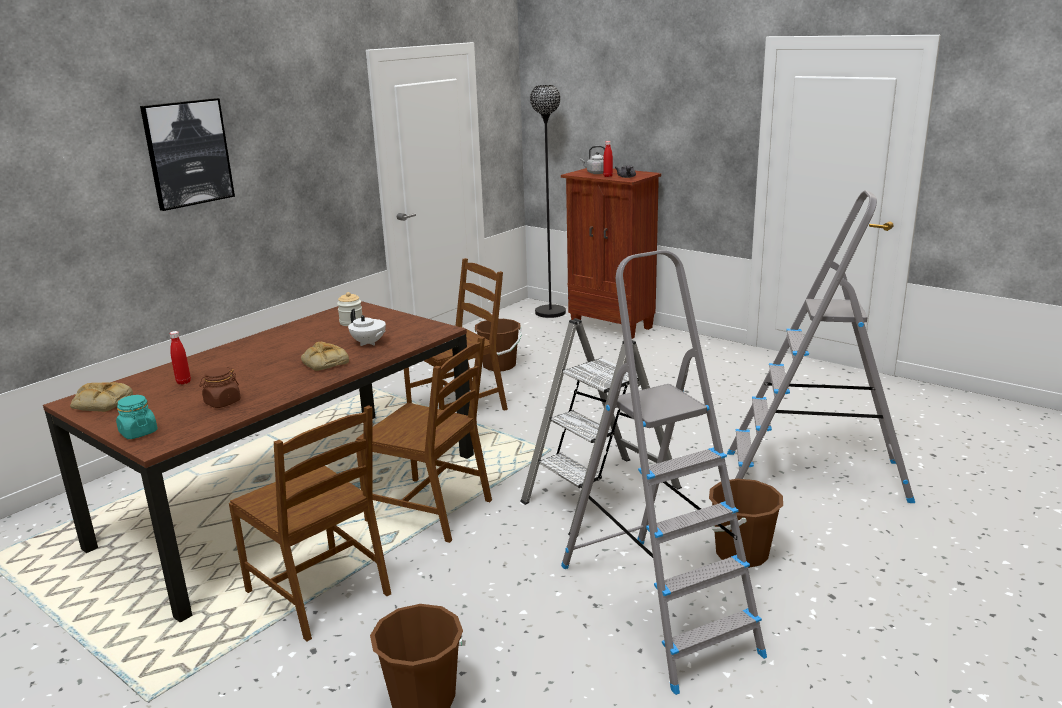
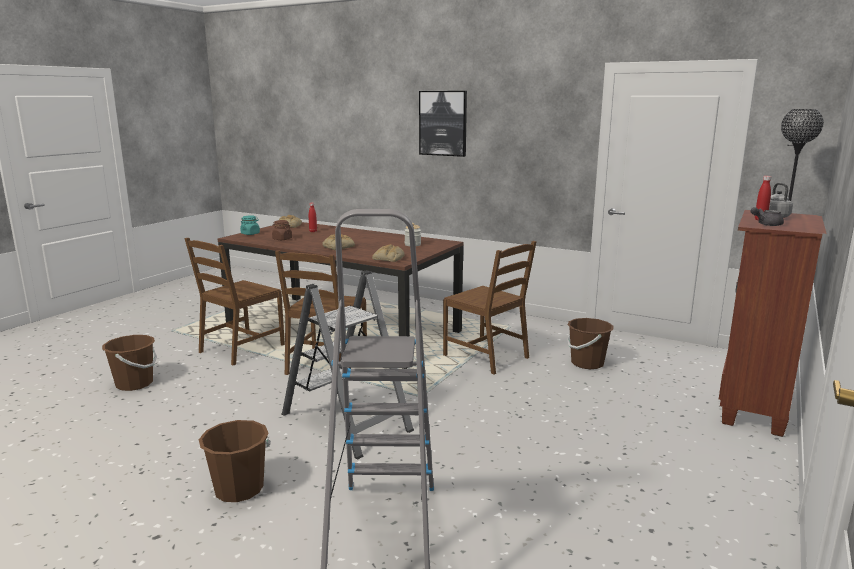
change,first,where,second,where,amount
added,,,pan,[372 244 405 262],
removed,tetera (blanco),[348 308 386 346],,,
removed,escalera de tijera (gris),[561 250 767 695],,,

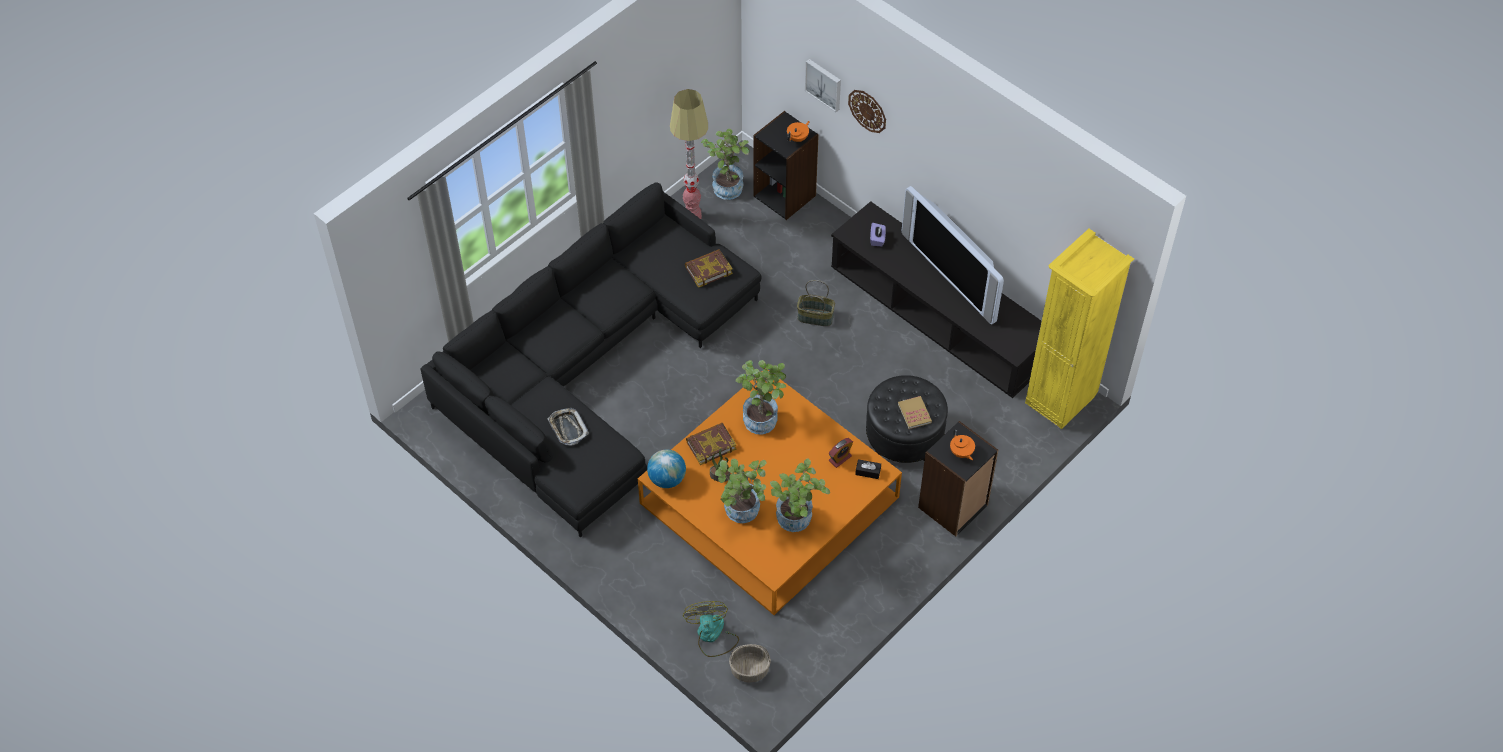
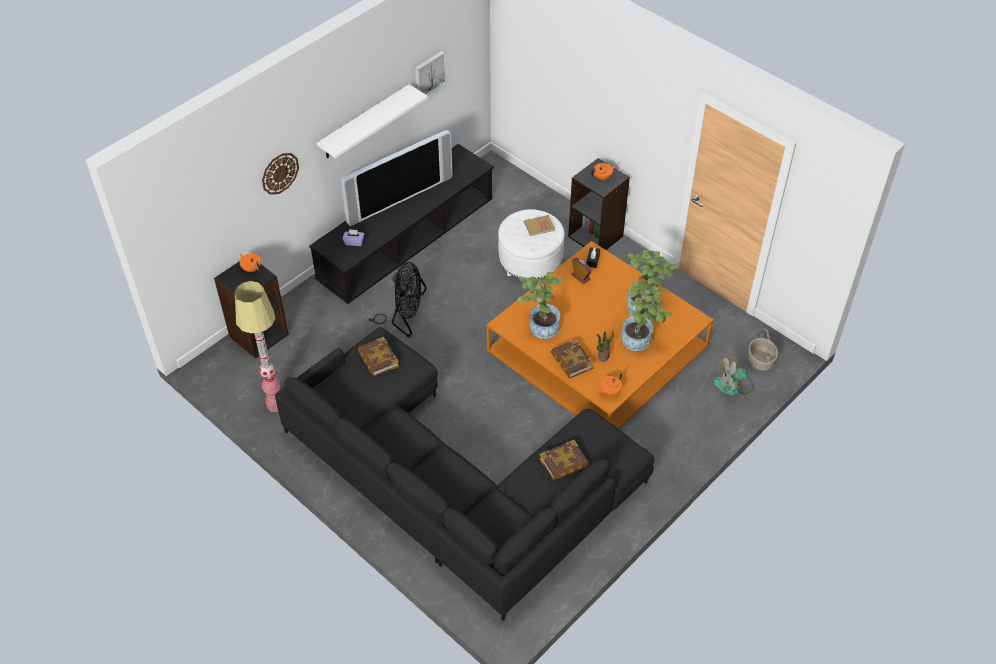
change,first,where,second,where,amount
added,,,estante (blanco),[316 84 428 158],
replaced,cesta,[797 280 835 326],ventilador (negro),[368 262 427 338],
moved,cuadro,[805 59 841 112],,[415 51 446 95],
recoloured,puf (negro),[866 375 948 463],puf (blanco),[498 209 565 279],
replaced,bandeja,[548 408 589 446],libro,[539 440 589 480],
replaced,globo terráqueo,[647 449 686 488],tetera (naranja),[599 373 622 396],
removed,planta en maceta,[701 129 750 200],,,
removed,armario (amarillo),[1025 229 1134 429],,,

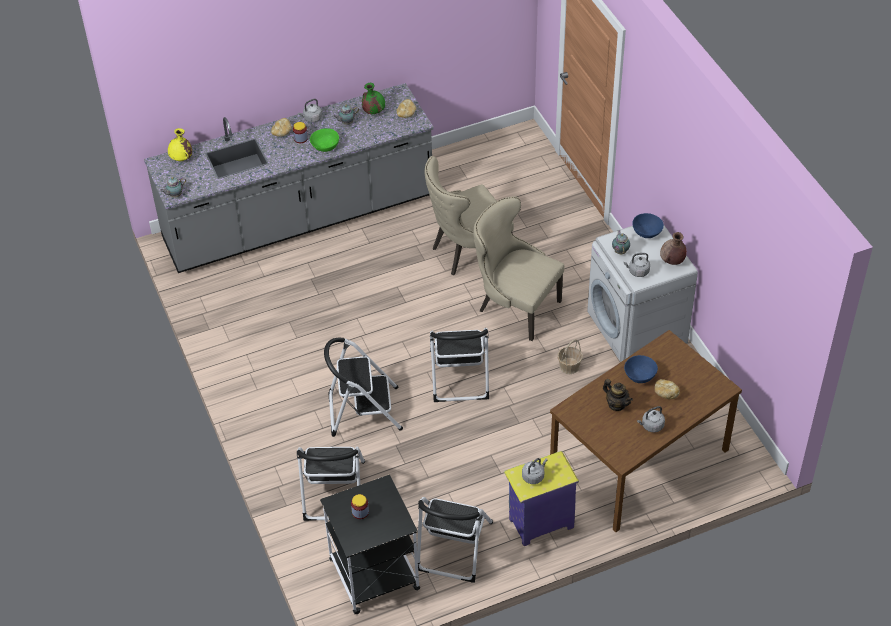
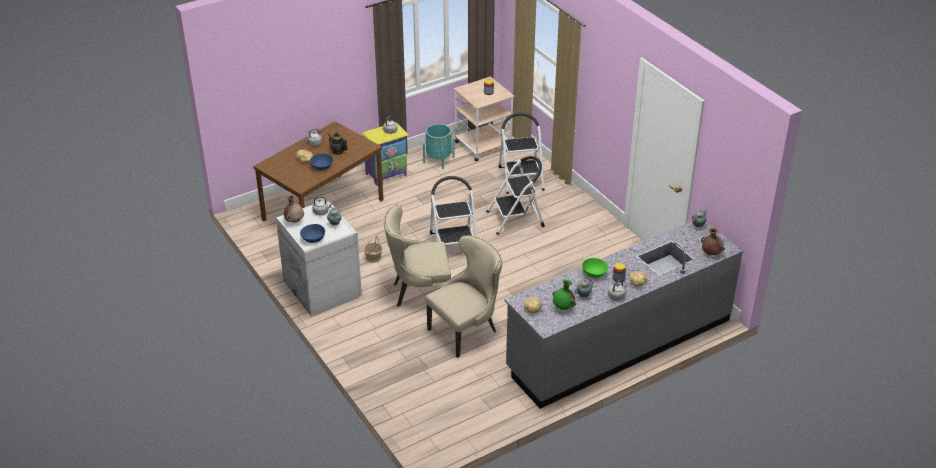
change,first,where,second,where,amount
turned,silla (beis),[473 196 564 341],,[384 204 451 307],150 degrees clockwise
replaced,escalera de tijera,[417 497 493 583],maceta (turquesa),[423 124 455 169],
recoloured,carrito (negro),[320 475 420 614],carrito (beis),[454 76 514 161],
recoloured,florero (amarillo),[168 128 192 161],florero (marrón),[701 227 725 255],

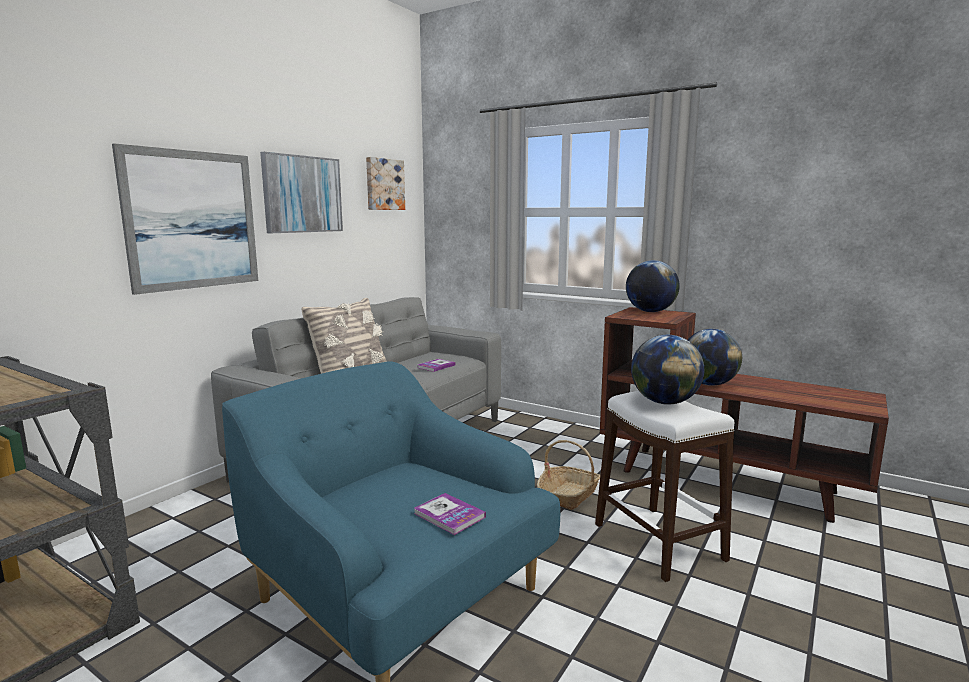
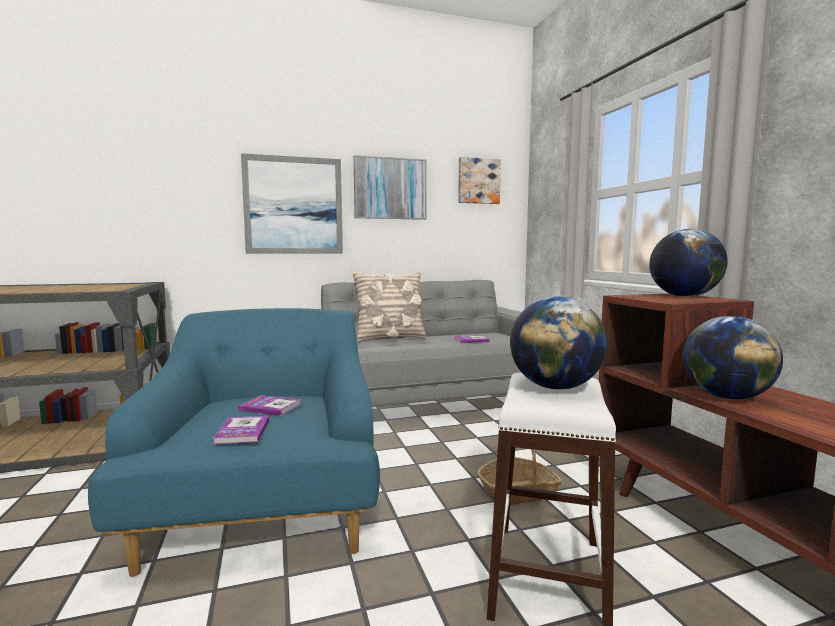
change,first,where,second,where,amount
added,,,libro,[238 395 301 416],

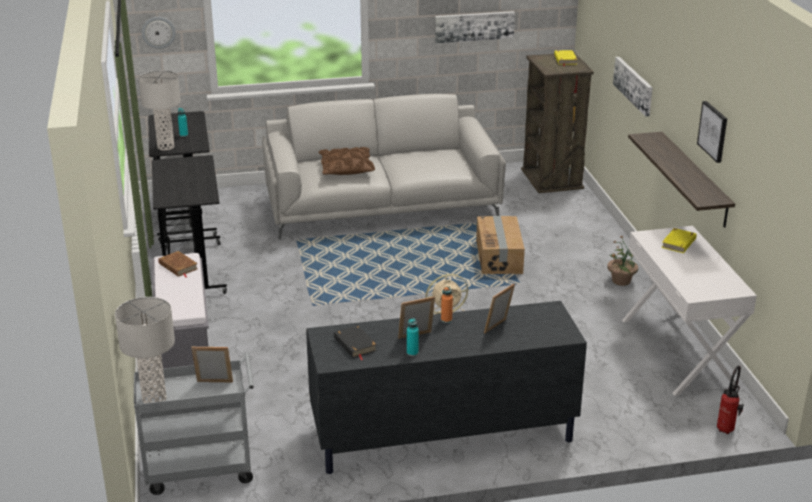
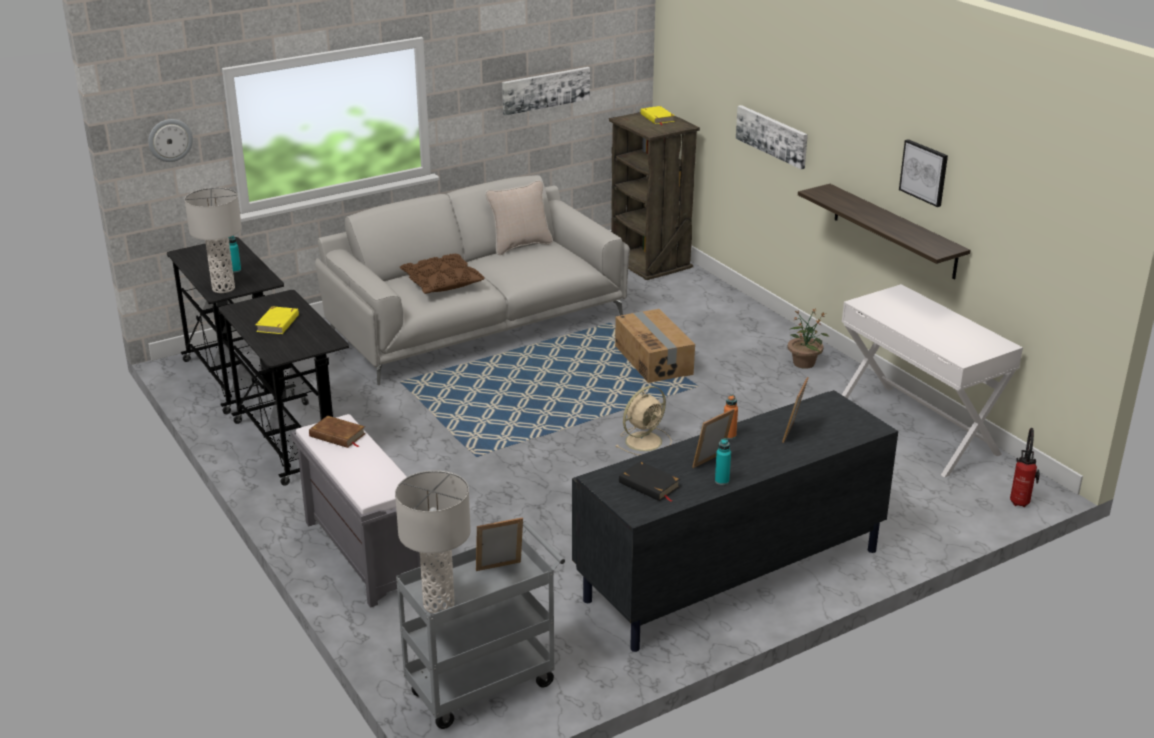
change,first,where,second,where,amount
moved,libro (amarillo),[661 228 697 253],,[256 306 299 334],
added,,,cojín (beis),[485 180 553 255],

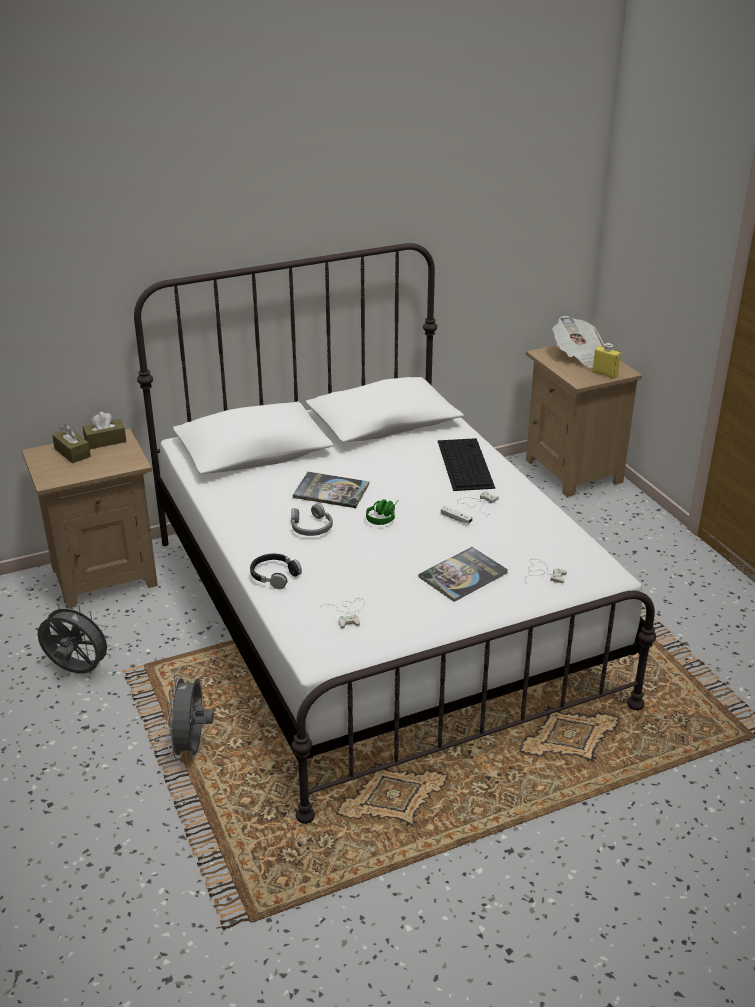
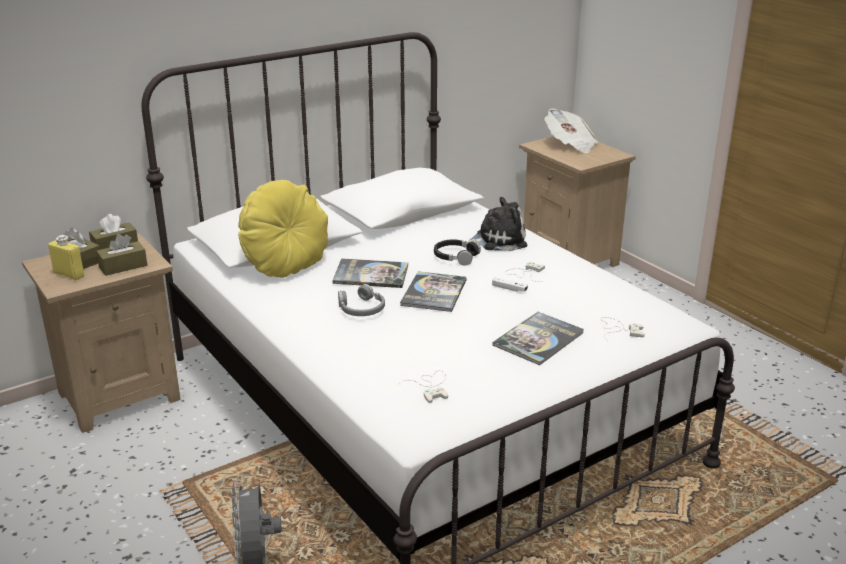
change,first,where,second,where,amount
moved,botella (amarillo),[592 343 621 379],,[48 235 84 280],
added,,,caja de pañuelos (marrón),[96 234 147 276],
added,,,cojín (amarillo),[238 180 328 278],
replaced,auriculares (verde),[366 499 399 525],libro,[400 272 467 312],
moved,auriculares (negro),[250 554 302 589],,[434 239 481 266],
replaced,teclado,[438 438 495 491],peluche,[466 197 527 251],
removed,ventilador (gris),[38 603 113 674],,,

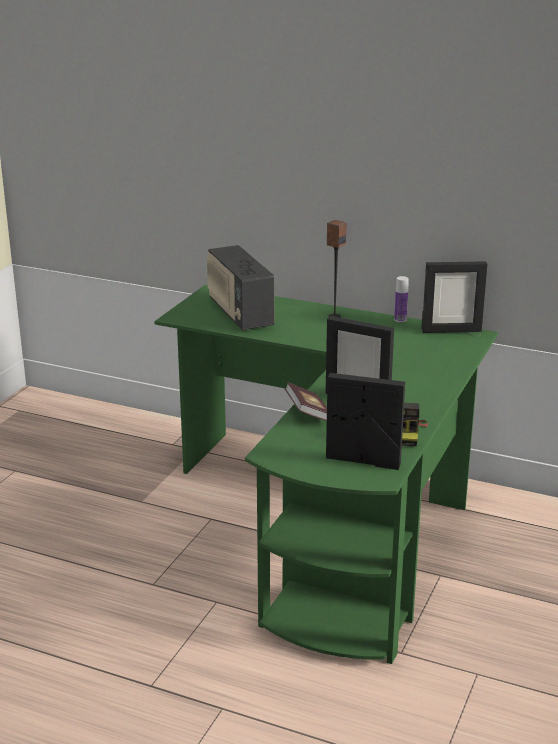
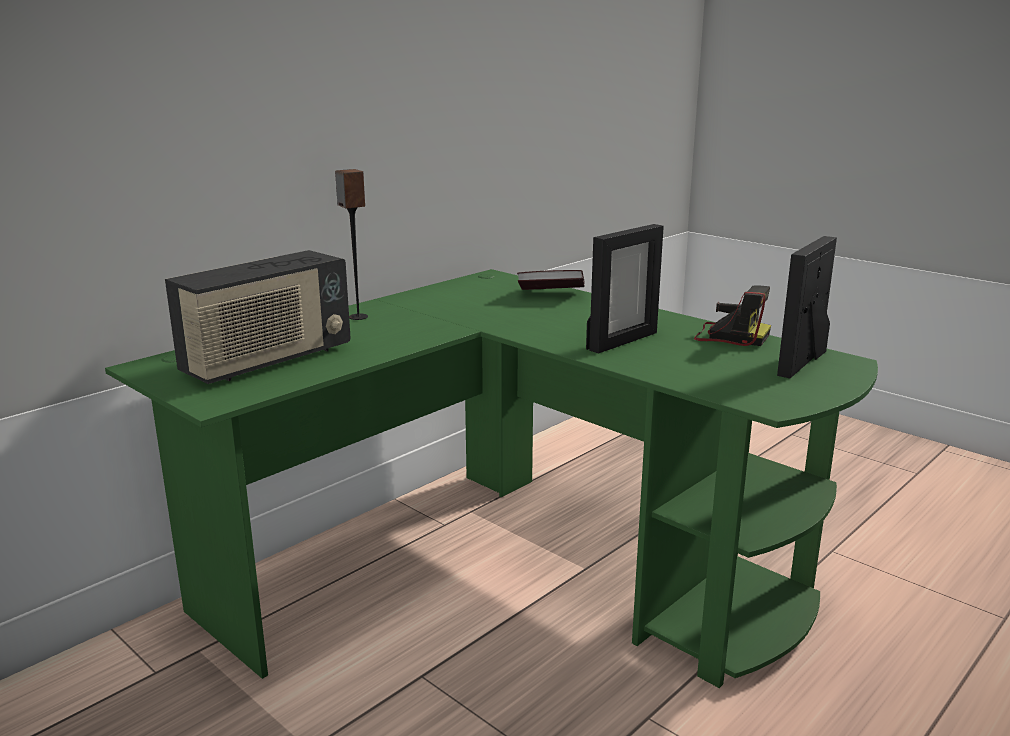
change,first,where,second,where,amount
turned,radio,[207 245 275 330],,[165 250 351 384],45 degrees counterclockwise
moved,libro,[285 382 327 421],,[517 270 584 290],
removed,botella,[394 276 409 322],,,
removed,portarretratos,[421 261 487 333],,,

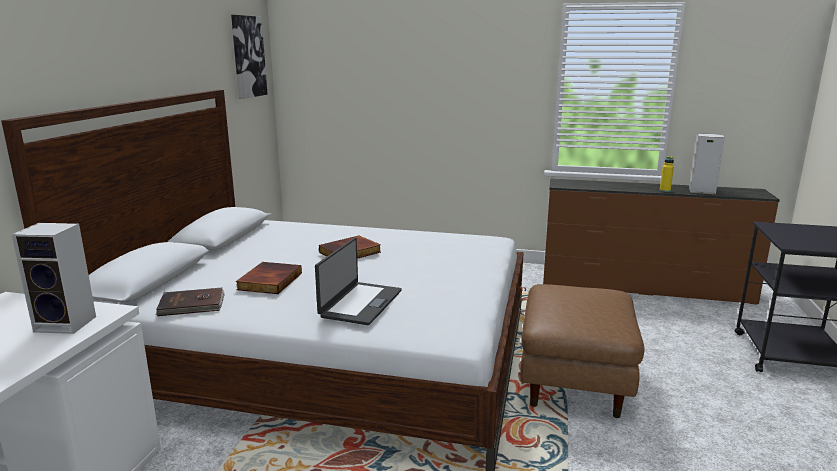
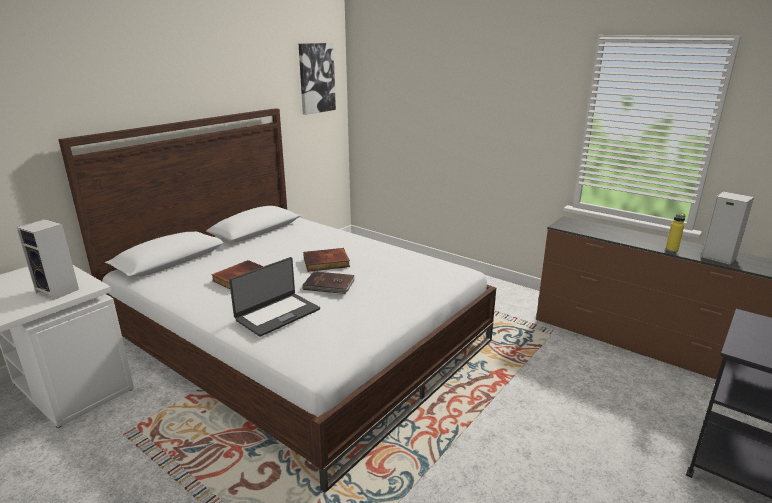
change,first,where,second,where,amount
moved,libro (marrón),[156 288 225 316],,[303 271 355 294],
removed,puf (marrón),[521 284 645 418],,,

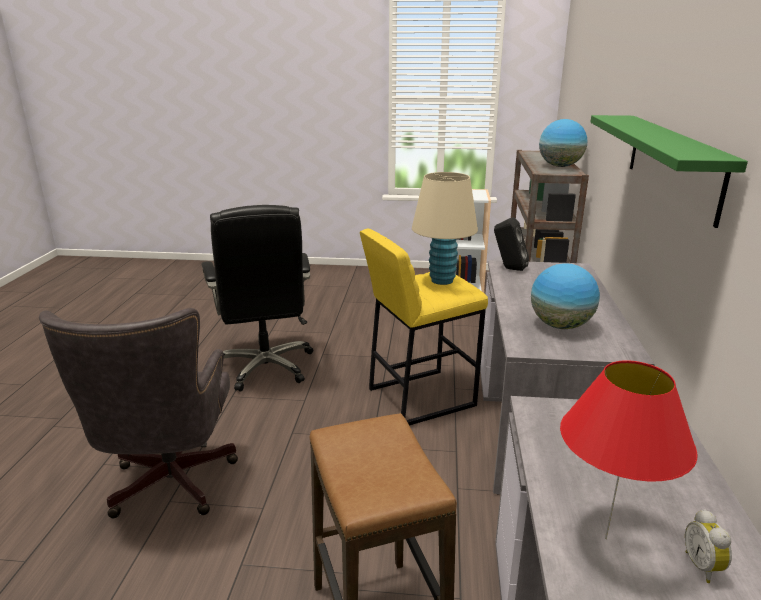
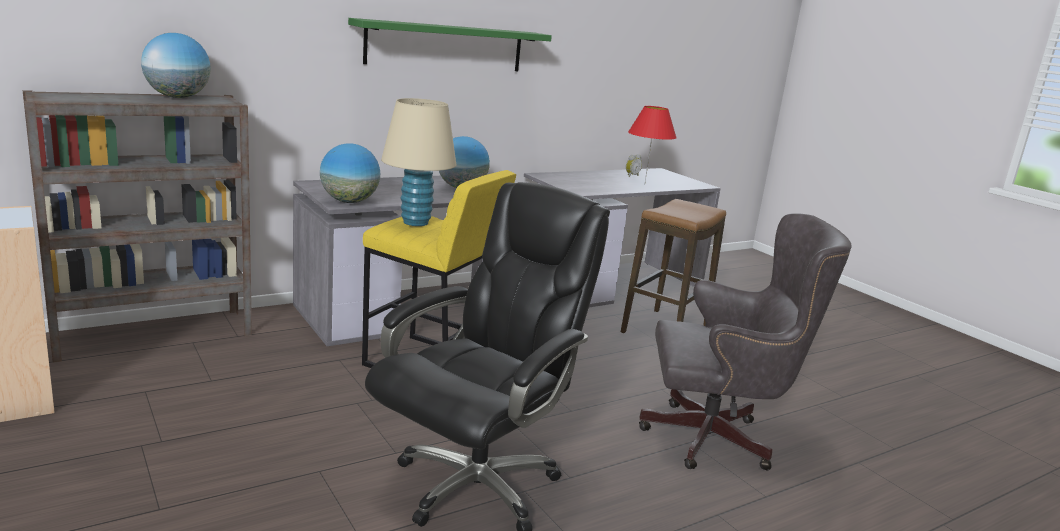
change,first,where,second,where,amount
replaced,altavoz (negro),[494 217 529 271],globo terráqueo,[320 143 380 203],
turned,silla de oficina (gris),[39 308 238 518],,[639 213 852 470],45 degrees clockwise

